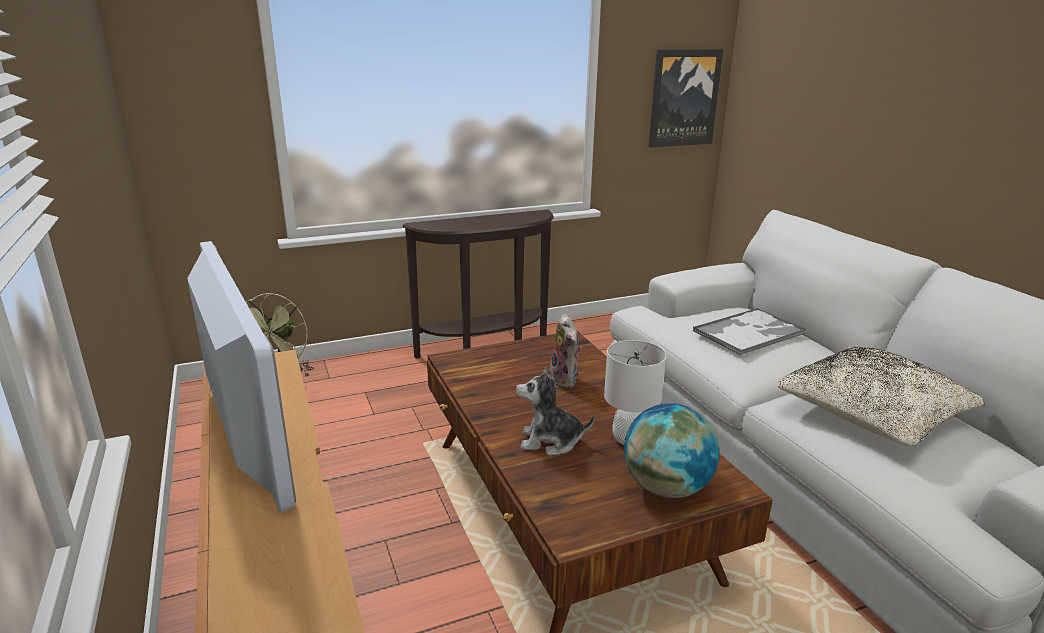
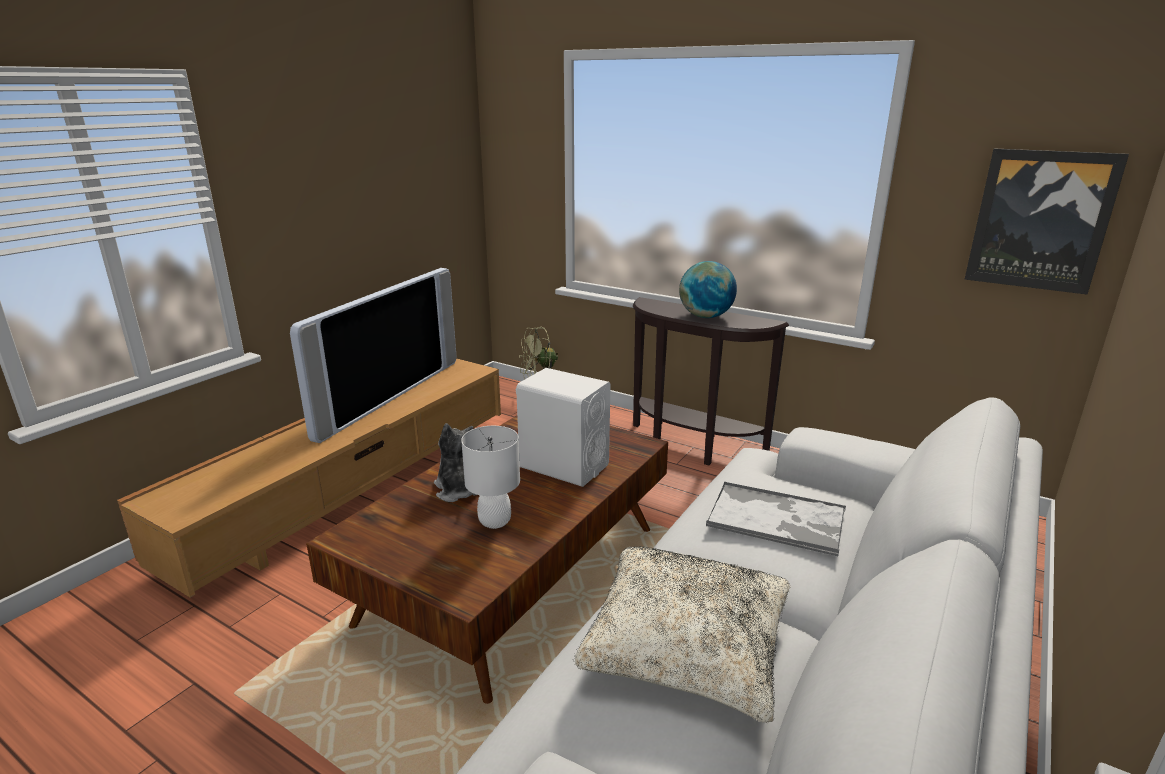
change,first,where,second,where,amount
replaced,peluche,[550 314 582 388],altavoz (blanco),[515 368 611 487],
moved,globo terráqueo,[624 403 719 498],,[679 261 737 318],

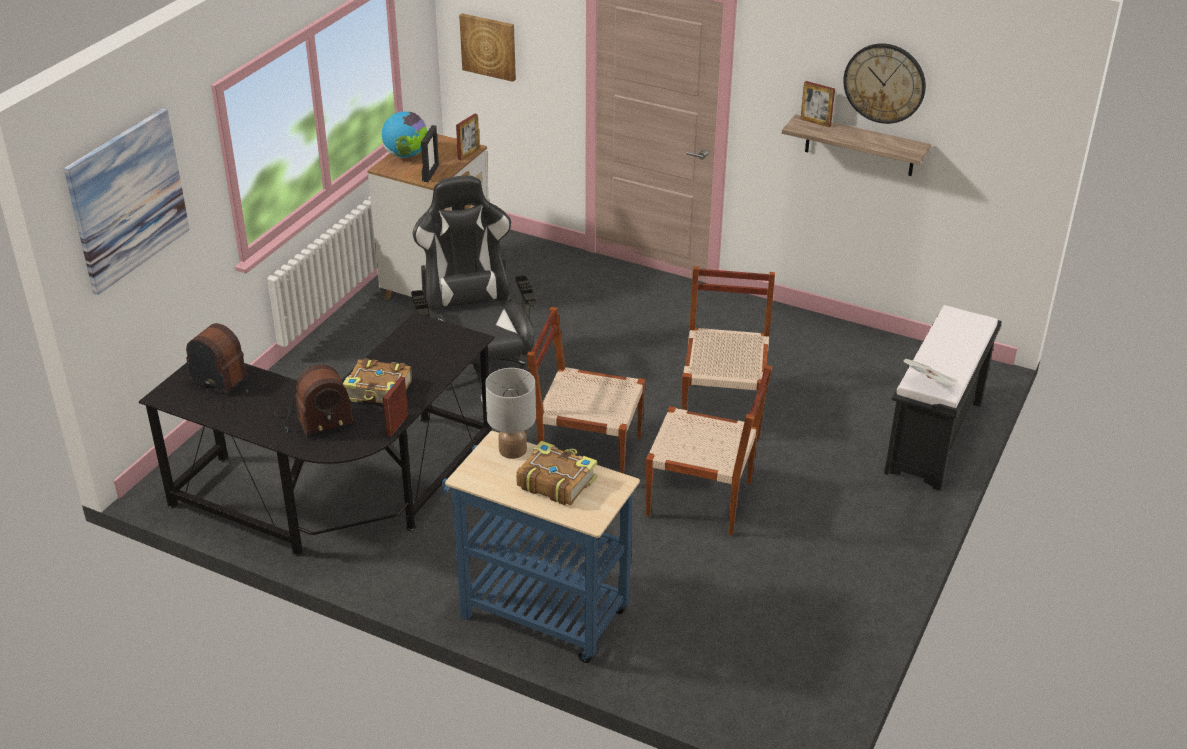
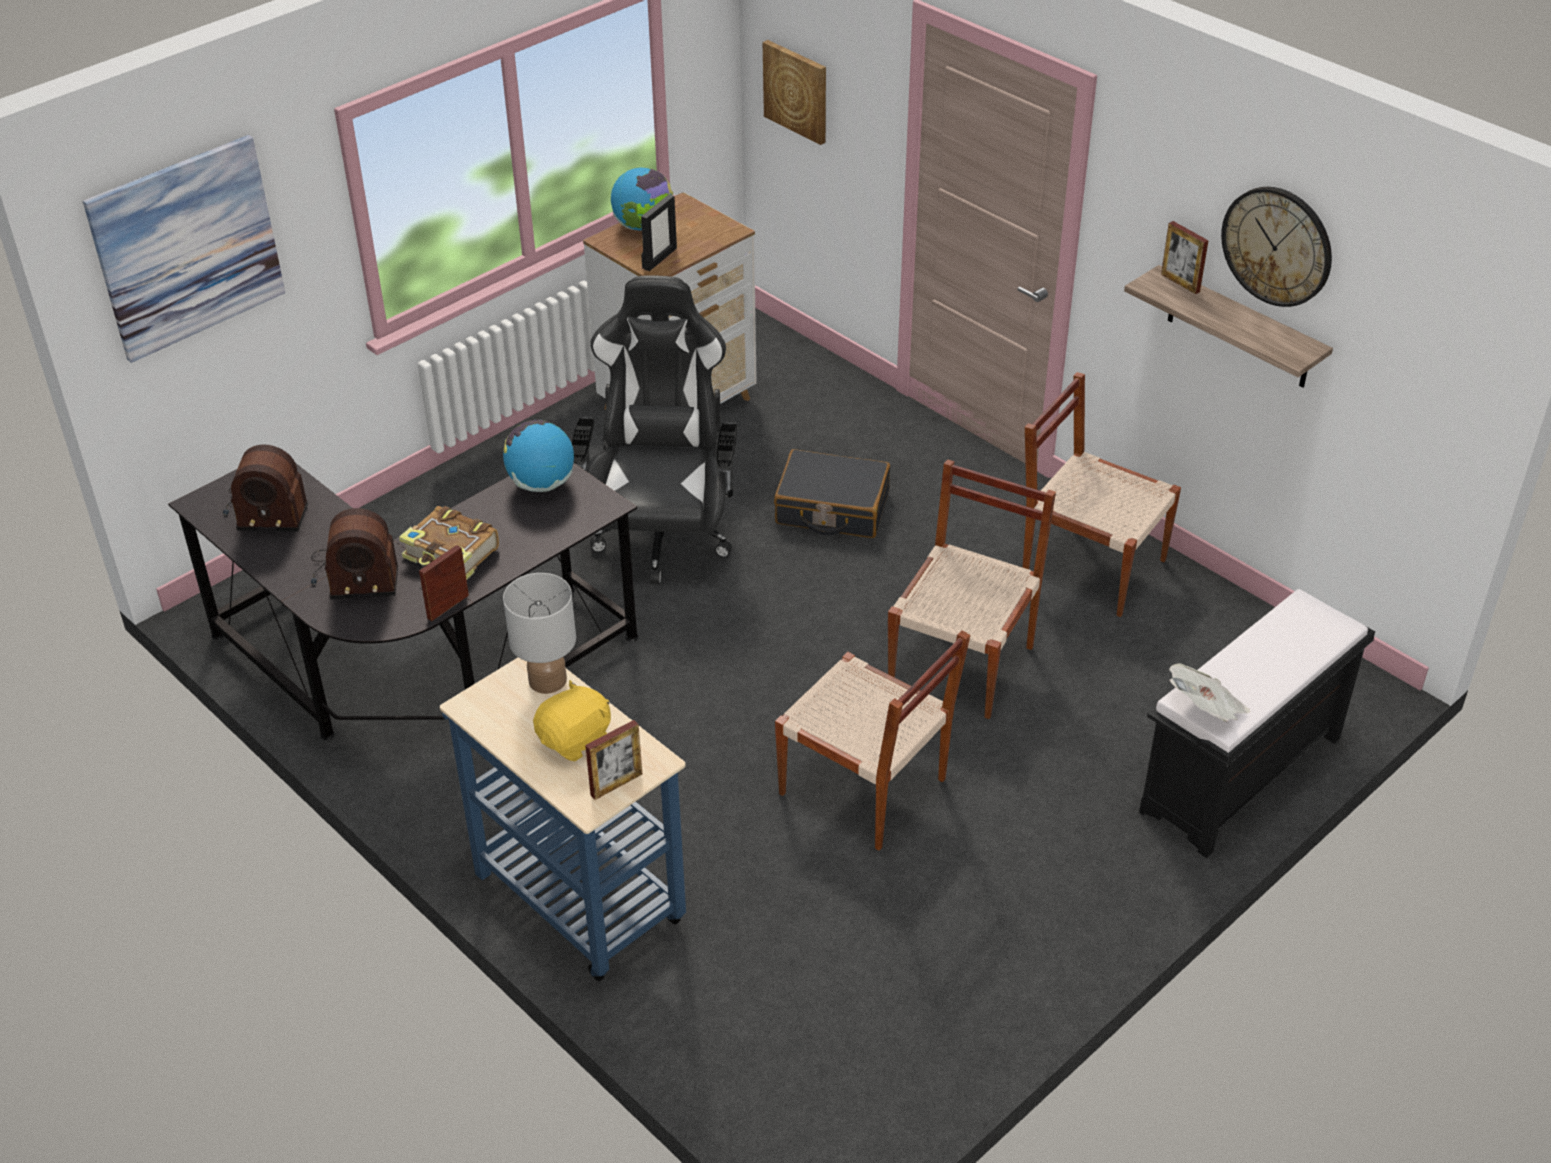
change,first,where,second,where,amount
turned,radio,[186 323 249 411],,[223 445 308 531],135 degrees clockwise
added,,,globo terráqueo,[503 420 574 492],
replaced,libro,[516 441 597 505],peluche (amarillo),[533 680 611 761],
moved,portarretratos,[456 114 480 161],,[585 720 642 800],
added,,,maleta (negro),[774 449 890 538],
moved,silla,[527 307 645 474],,[1022 372 1181 617],

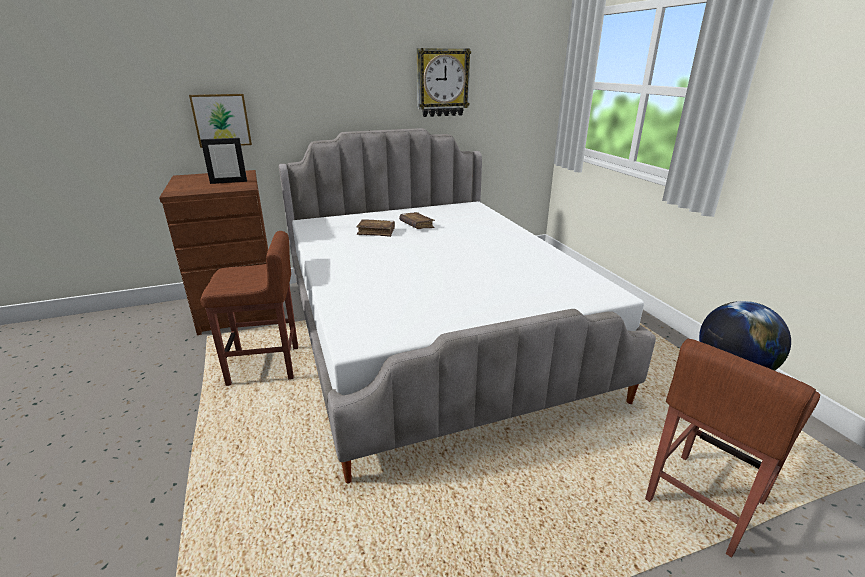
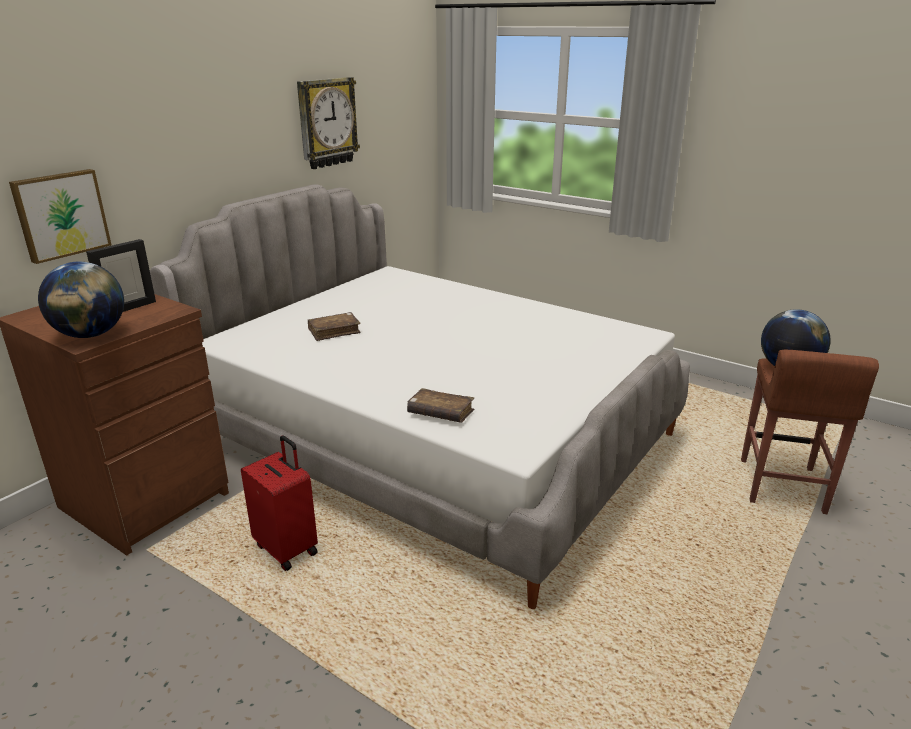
change,first,where,second,where,amount
added,,,globo terráqueo,[38 262 124 338],
replaced,taburete (marrón),[201 231 298 386],maleta (rojo),[241 435 318 571],
moved,libro (marrón),[399 212 435 229],,[407 388 474 423],

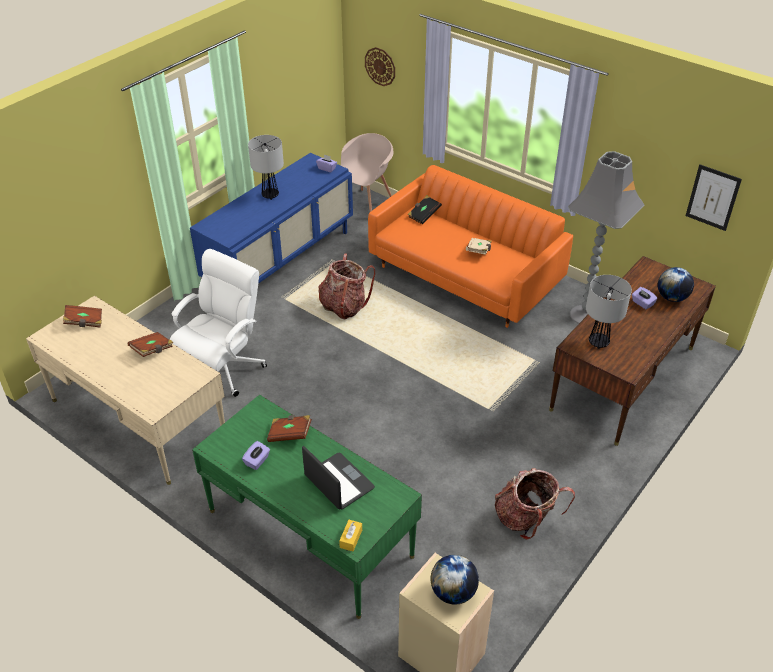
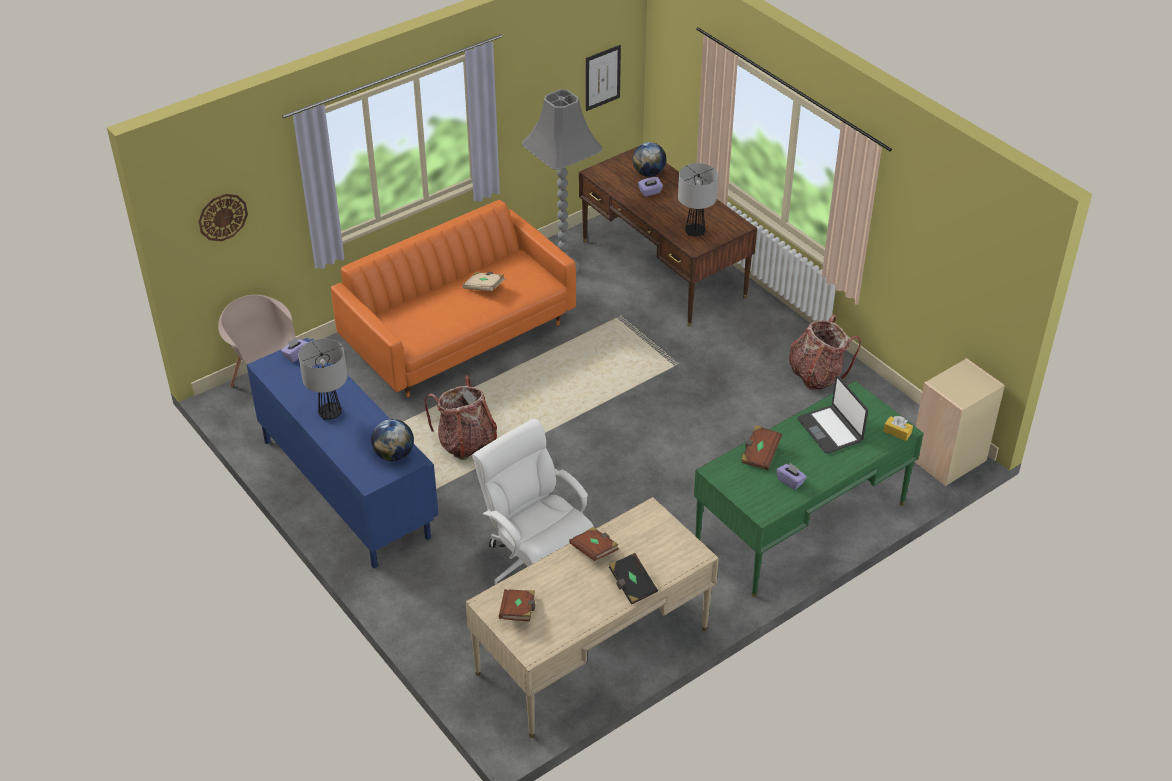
change,first,where,second,where,amount
moved,globo terráqueo,[431 555 479 604],,[371 419 414 461],
moved,libro (negro),[408 196 442 224],,[609 553 658 604],
turned,portátil,[302 446 375 510],,[797 376 868 454],90 degrees counterclockwise

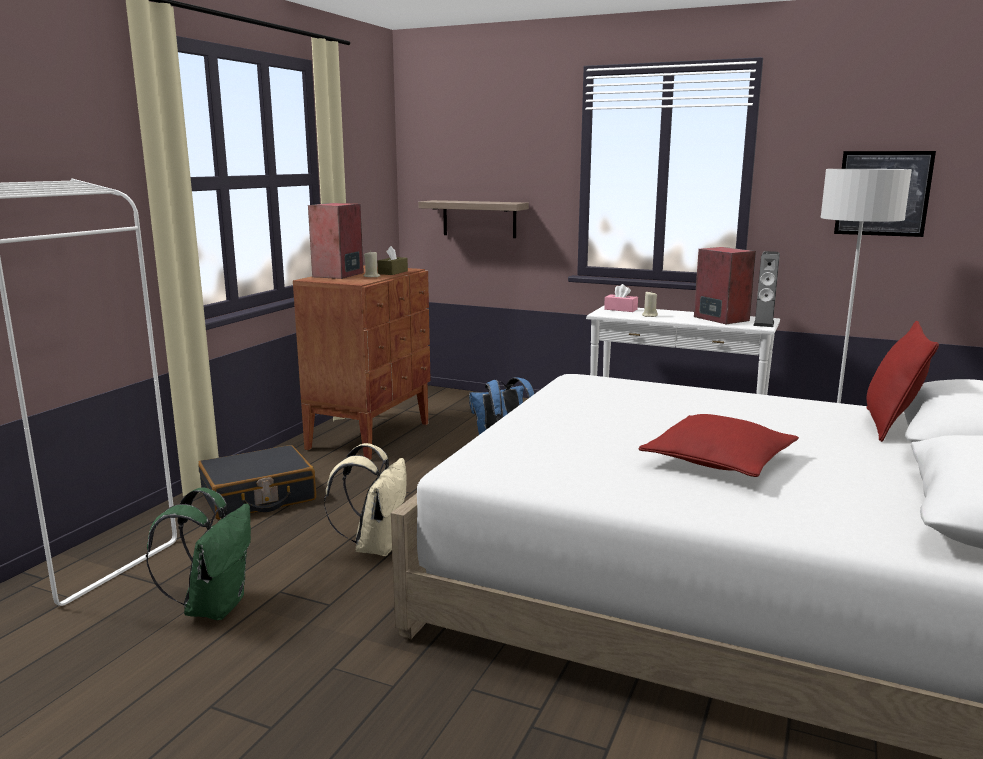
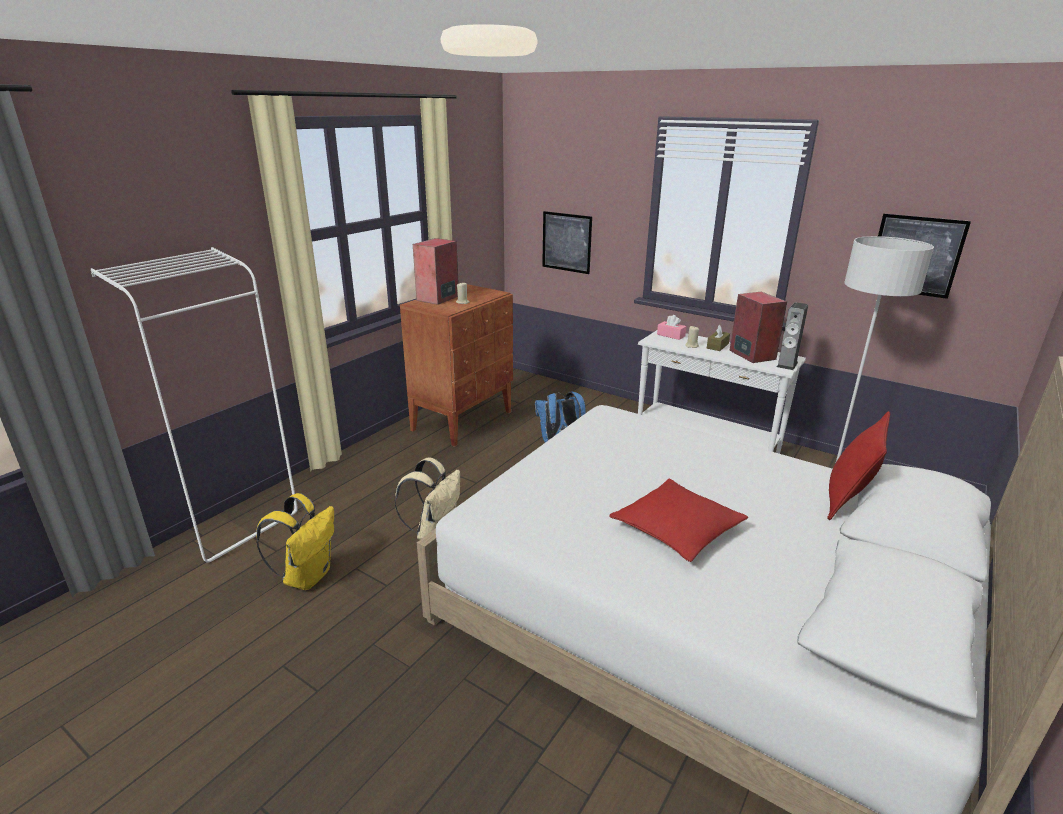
change,first,where,second,where,amount
recoloured,mochila (verde),[146 488 251 620],mochila (amarillo),[256 493 334 590],
replaced,estante,[418 200 529 238],cuadro,[542 211 592 274],
moved,caja de pañuelos (marrón),[378 246 408 275],,[707 325 730 351],
removed,maleta (negro),[199 445 316 520],,,

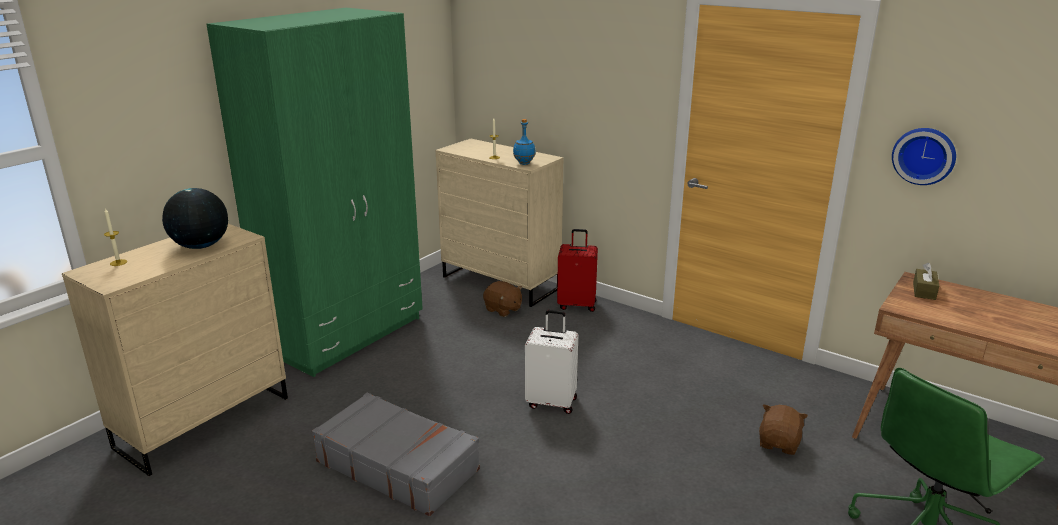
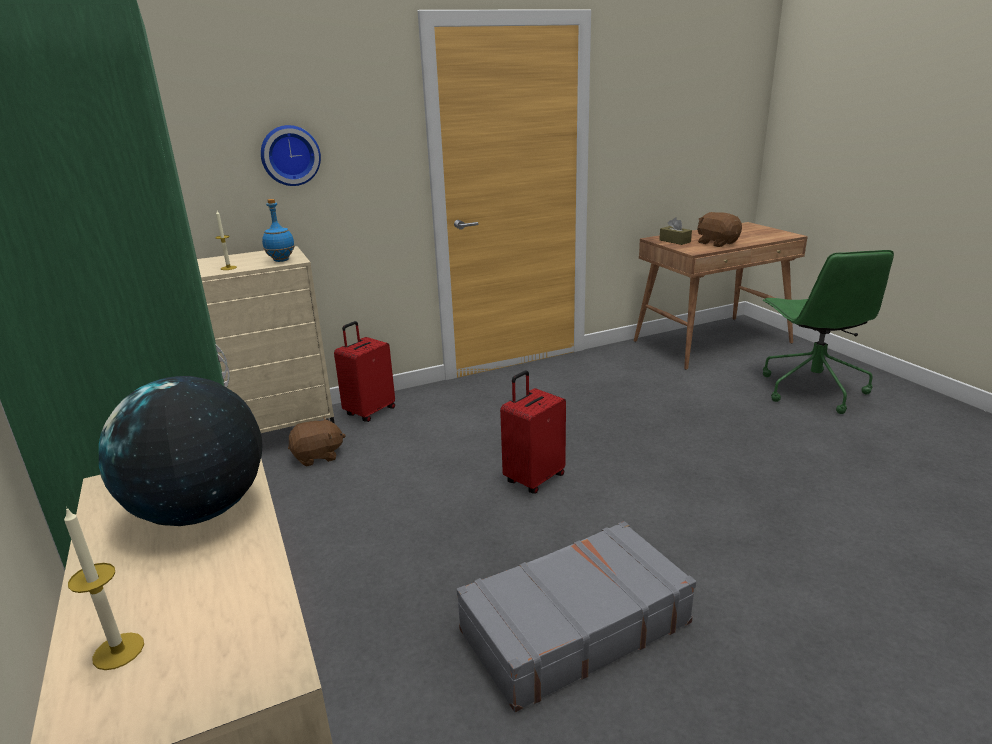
change,first,where,second,where,amount
moved,reloj de pared,[892 128 956 185],,[261 125 321 186],
recoloured,maleta (blanco),[525 310 578 414],maleta (rojo),[500 371 566 494],
moved,peluche (marrón),[759 404 808 455],,[697 212 742 247],

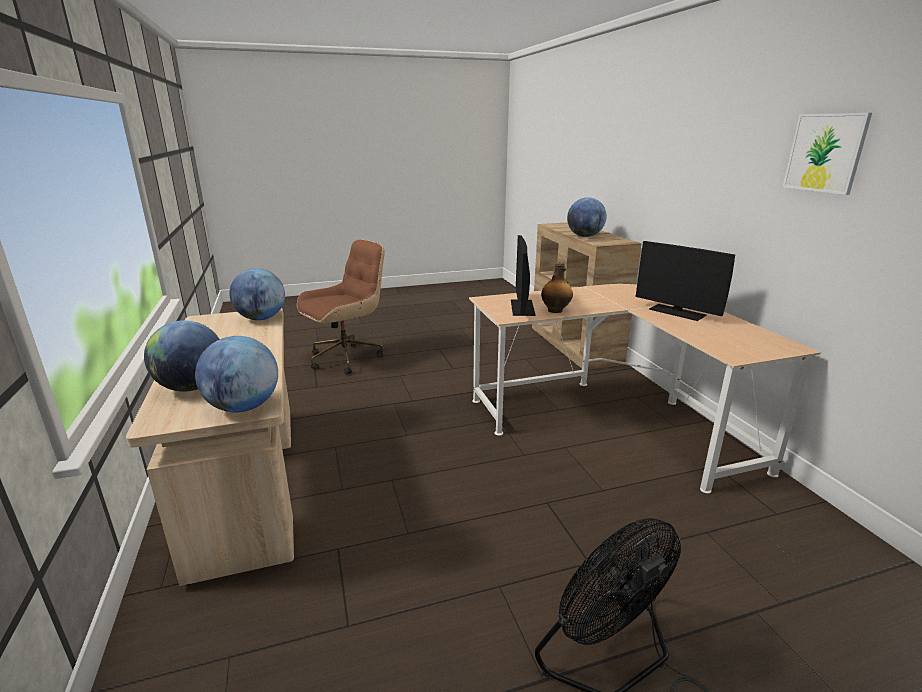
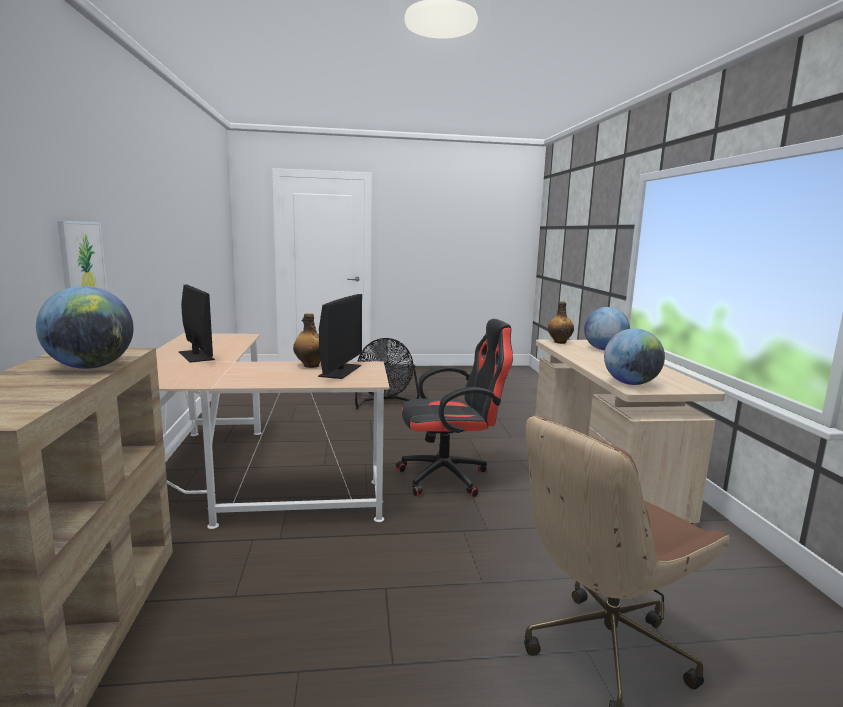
change,first,where,second,where,amount
moved,cuadro,[783 113 872 195],,[57 221 107 291],
added,,,silla de oficina (negro),[396 319 513 497],
replaced,globo terráqueo,[195 336 278 412],botella,[548 302 574 344],

